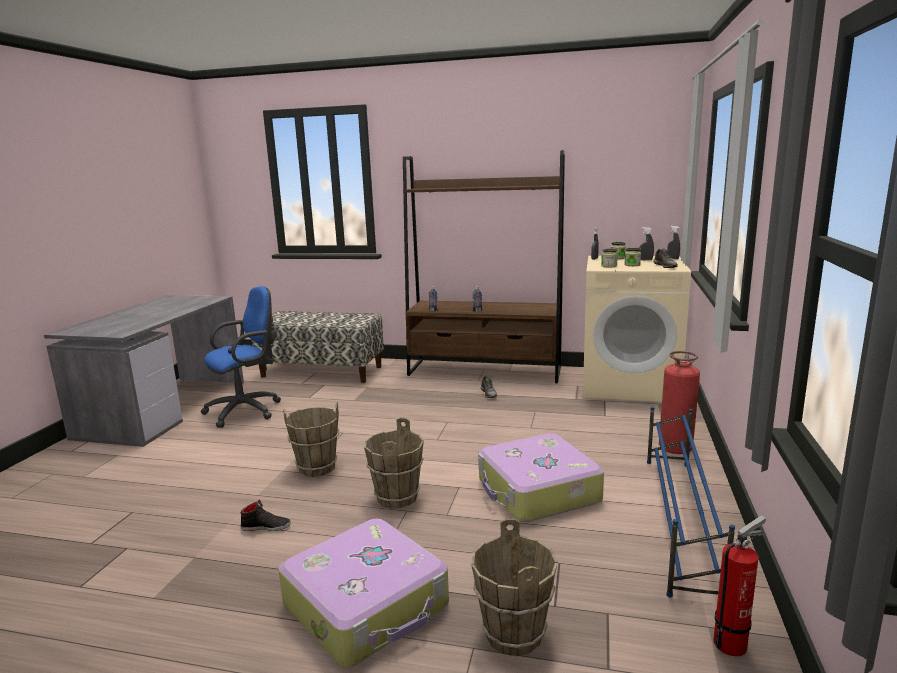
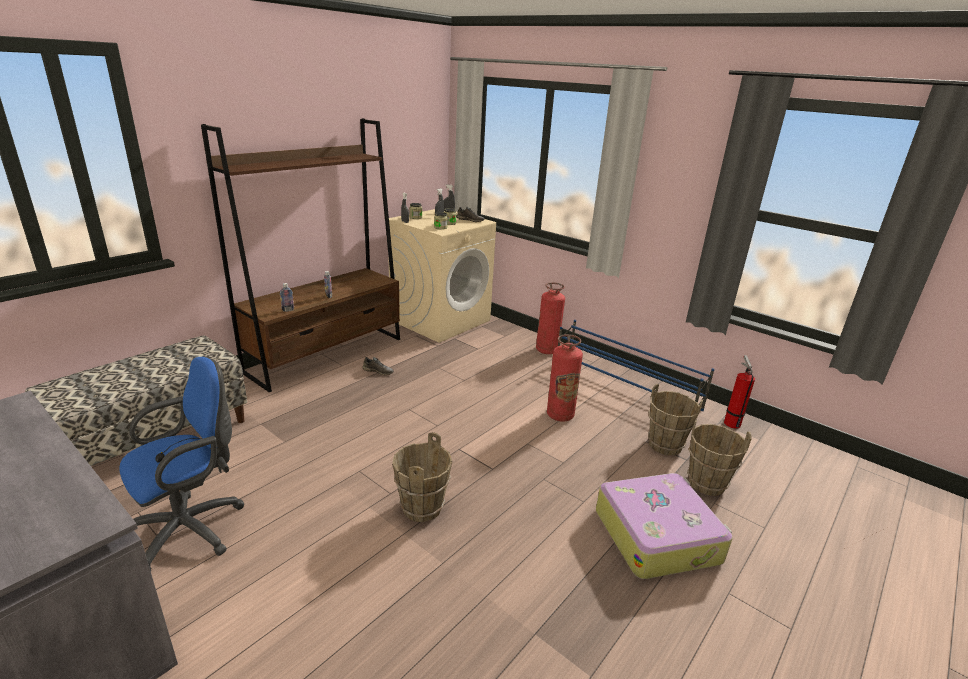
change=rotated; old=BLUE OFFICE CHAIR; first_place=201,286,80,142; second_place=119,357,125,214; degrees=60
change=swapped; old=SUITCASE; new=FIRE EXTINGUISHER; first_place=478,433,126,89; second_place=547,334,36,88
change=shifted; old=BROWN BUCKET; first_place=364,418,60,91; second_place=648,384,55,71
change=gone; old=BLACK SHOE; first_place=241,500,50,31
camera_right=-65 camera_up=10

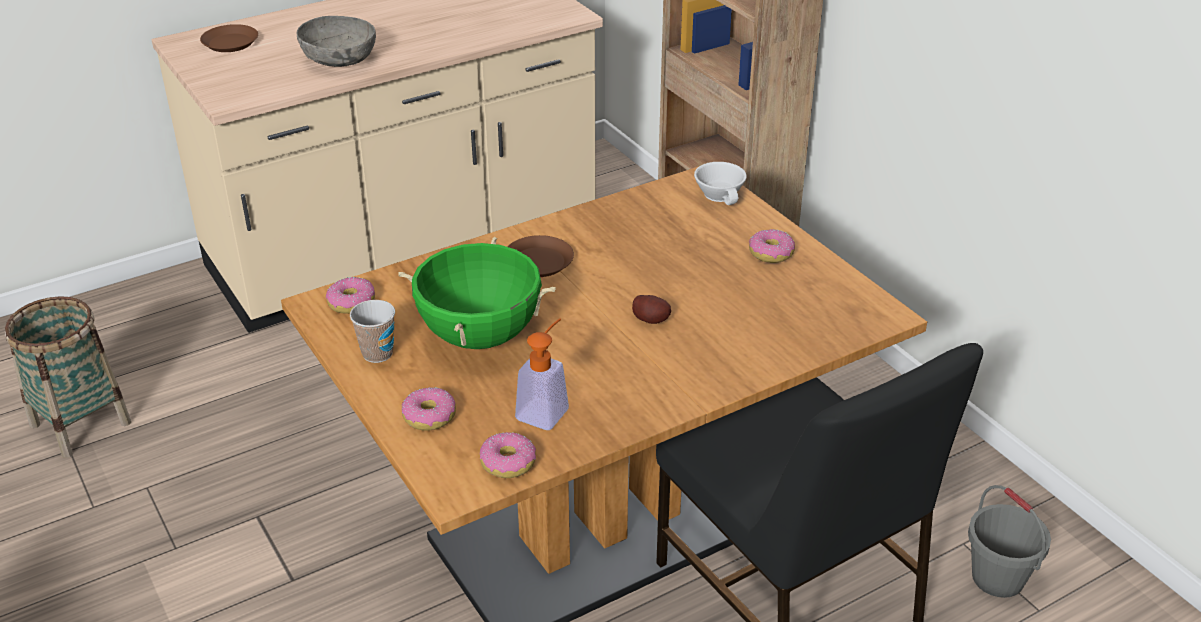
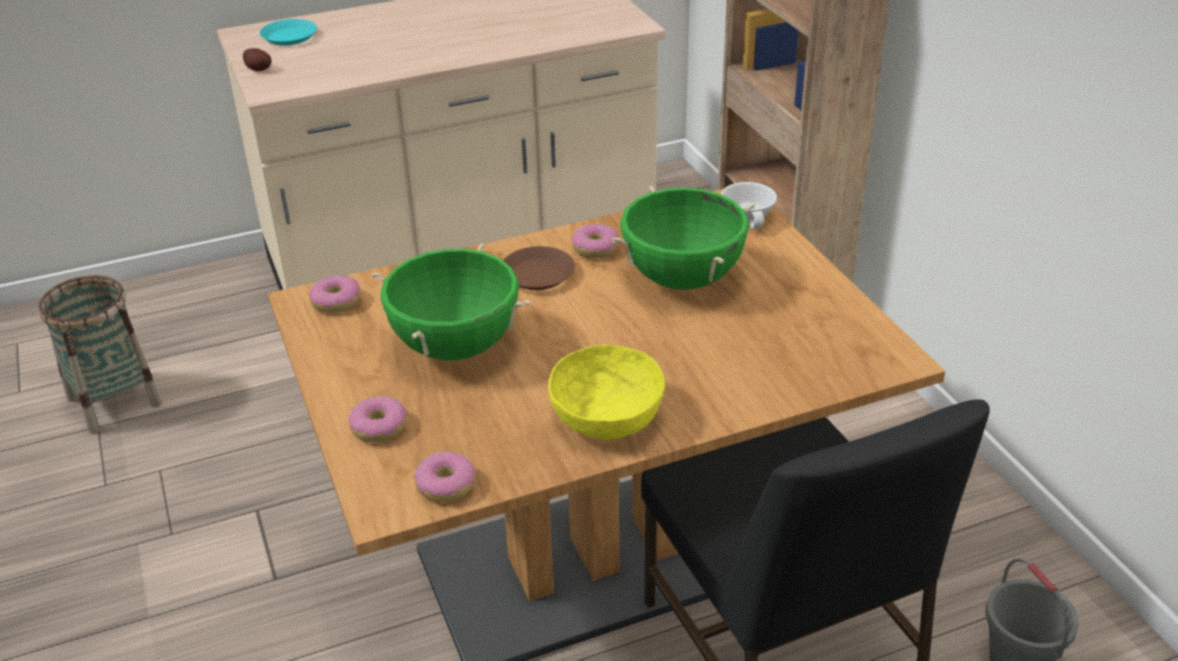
change=shifted; old=POTATO; first_place=632,295,39,29; second_place=243,48,28,23
change=repainted; old=BROWN PLATE; new=TURQUOISE PLATE; first_place=200,24,58,28; second_place=260,19,57,27
change=new; new=YELLOW BOWL; second_place=548,345,117,95
change=shifted; old=DONUT; first_place=749,229,46,34; second_place=572,224,47,34
change=new; new=GREEN COOKING POT; second_place=611,186,144,104
change=gone; old=GREY BOWL; first_place=297,16,79,51
change=gone; old=CUP; first_place=350,300,45,63
change=gone; old=SOAP DISPENSER; first_place=515,318,54,112
camera_right=10 camera_up=0

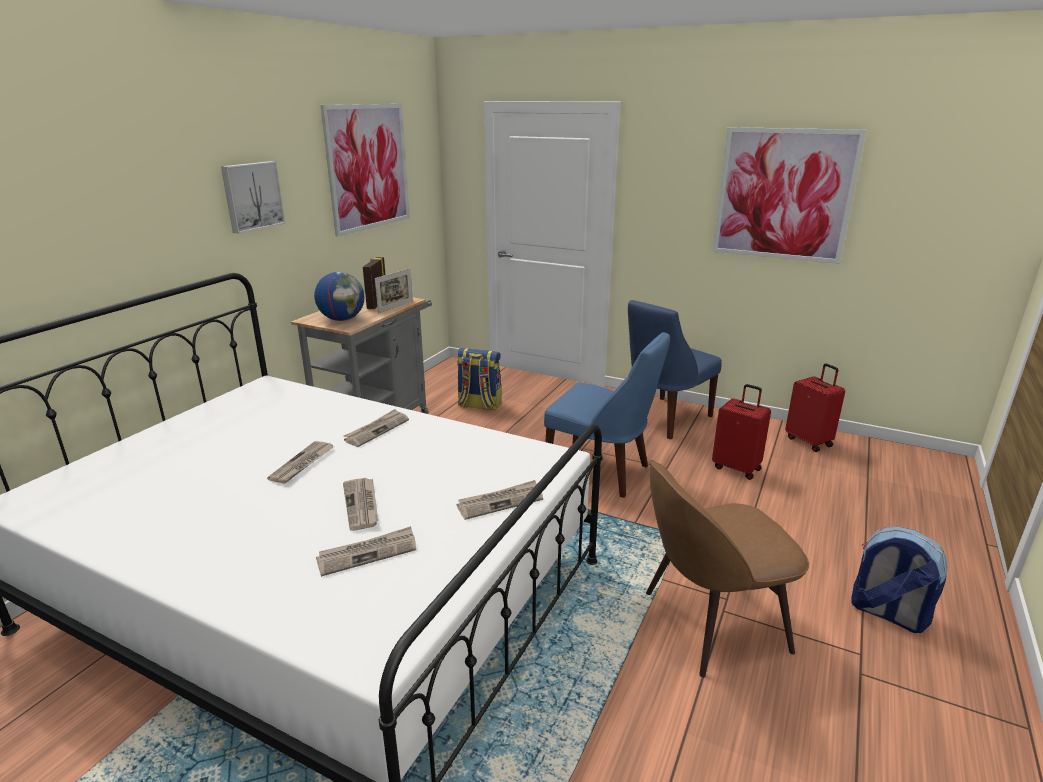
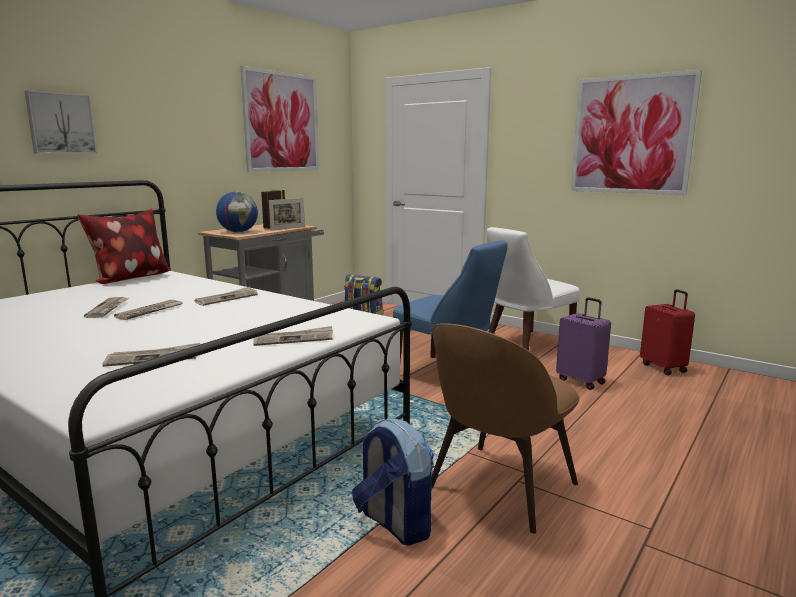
change=shifted; old=PICTURE; first_place=221,161,64,72; second_place=24,90,73,64
change=new; new=PILLOW; second_place=77,209,94,75
change=shifted; old=NEWSPAPER; first_place=343,478,35,53; second_place=84,297,45,21
change=shifted; old=BACKPACK; first_place=851,527,97,106; second_place=352,419,82,127
change=rotated; old=BROWN CHAIR; first_place=646,460,163,218; second_place=431,323,149,211; degrees=-45
change=repainted; old=BLUE CHAIR; new=WHITE CHAIR; first_place=628,300,94,139; second_place=487,227,93,124
change=repainted; old=RED SUITCASE; new=PURPLE SUITCASE; first_place=712,384,59,96; second_place=556,297,55,93
camera_right=10 camera_up=-10

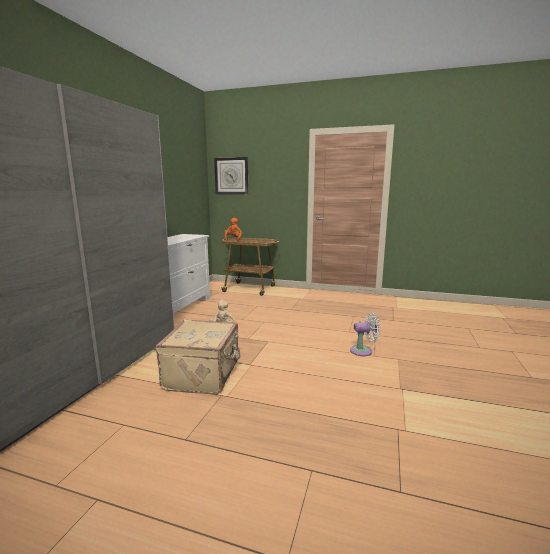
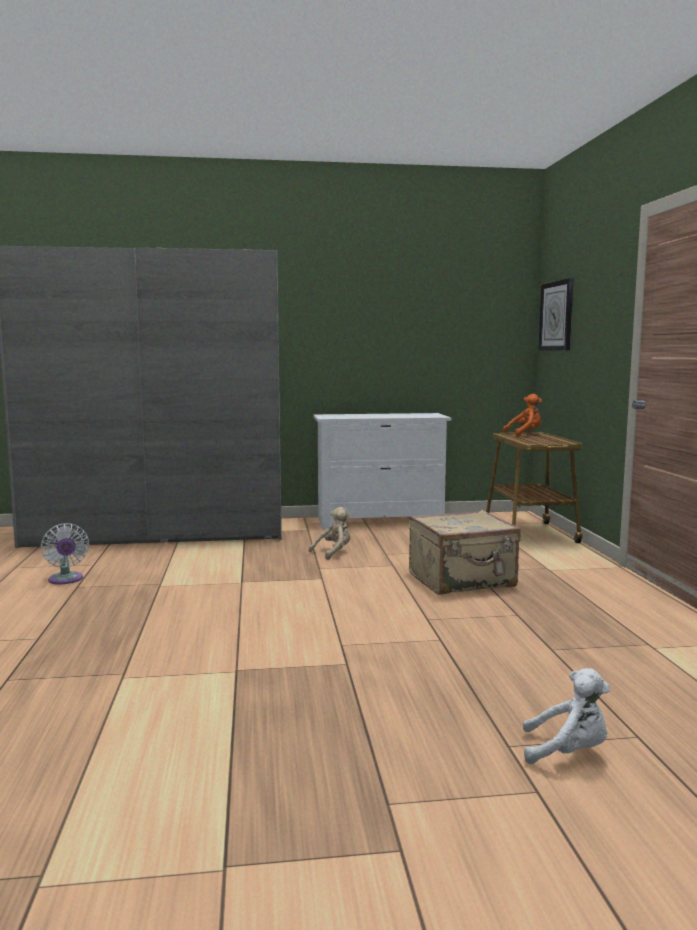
change=shifted; old=WHITE FAN; first_place=350,313,31,43; second_place=41,523,48,61
change=shifted; old=BEIGE SUITCASE; first_place=155,319,85,76; second_place=409,510,112,85
change=new; new=WHITE PLUSH TOY; second_place=523,668,87,96
camera_right=65 camera_up=-5

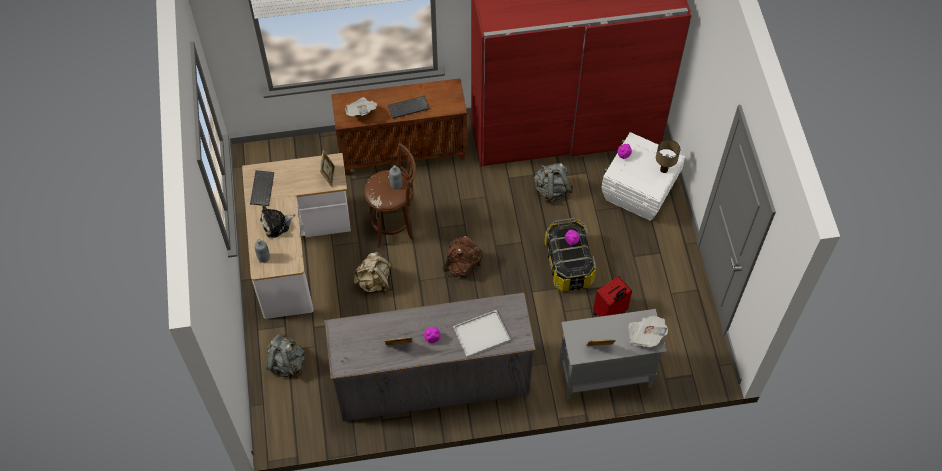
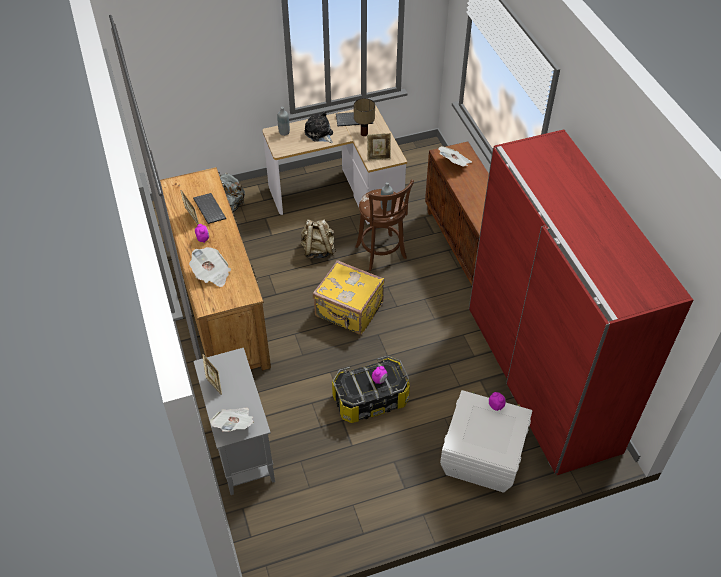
change=repainted; old=GREY DRESSER; new=BROWN DRESSER; first_place=325,293,211,128; second_place=160,167,111,204
change=swapped; old=WHITE TRAY; new=NEWSPAPER; first_place=453,310,58,48; second_place=189,247,42,40
change=shifted; old=KEYBOARD; first_place=388,96,41,23; second_place=193,193,33,31
change=swapped; old=BROWN BACKPACK; new=YELLOW SUITCASE; first_place=443,236,40,41; second_place=313,260,71,75
change=shifted; old=TABLE LAMP; first_place=656,139,24,34; second_place=354,98,21,38
change=gone; old=GREY BACKPACK; first_place=534,163,39,40
change=gone; old=RED SUITCASE; first_place=593,276,39,41
camera_right=80 camera_up=-10

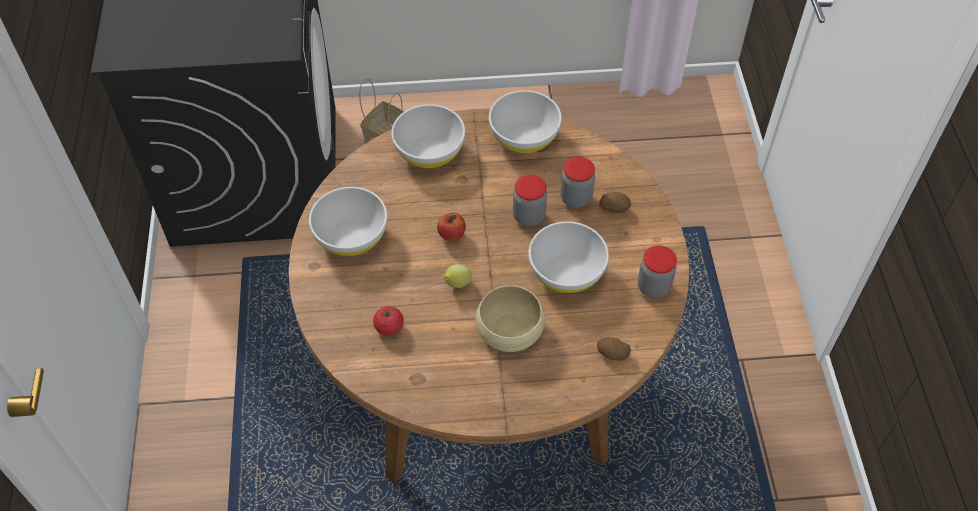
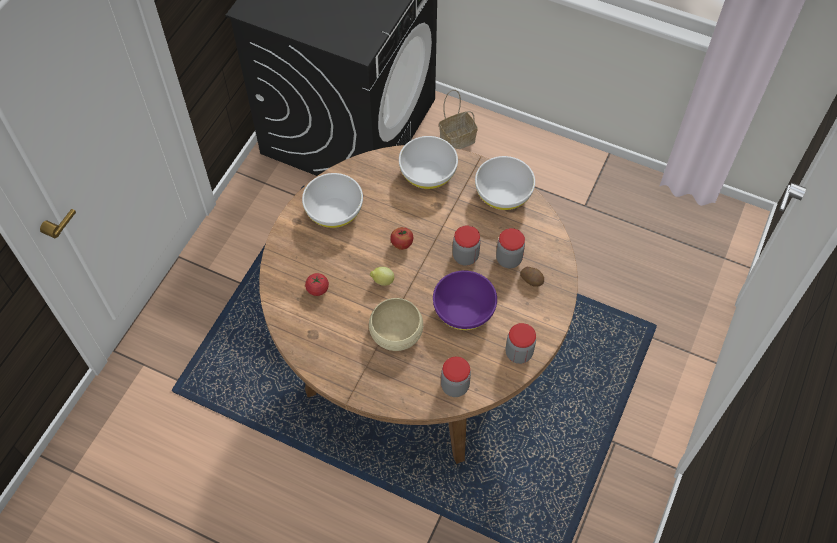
change=repainted; old=WHITE BOWL; new=PURPLE BOWL; first_place=528,221,81,72; second_place=433,270,64,60
change=swapped; old=POTATO; new=JAR; first_place=597,337,34,24; second_place=441,357,30,40
camera_right=30 camera_up=5

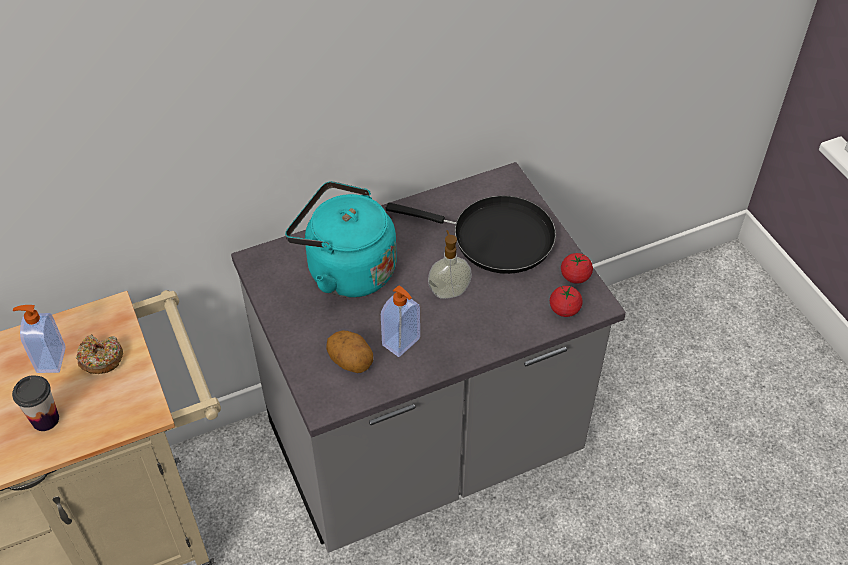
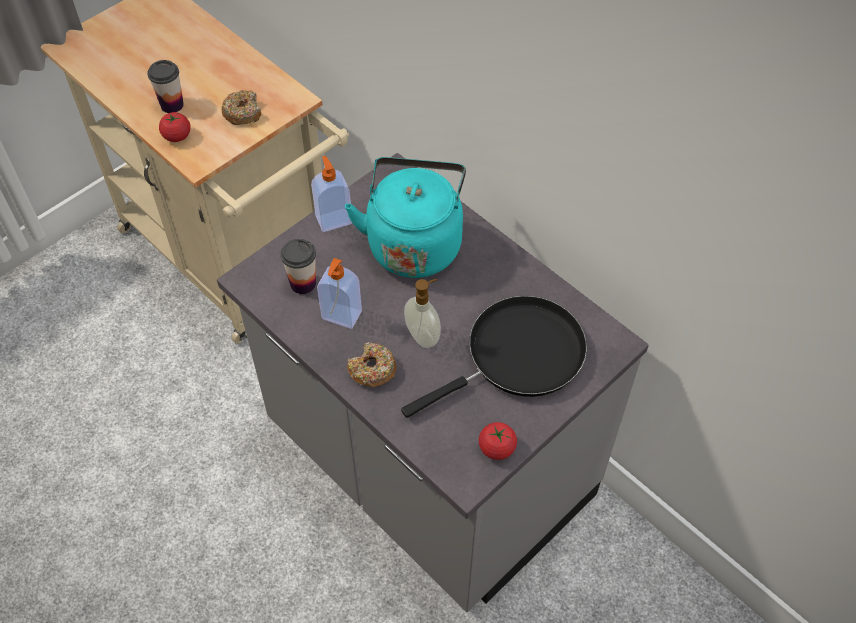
change=shifted; old=TOMATO; first_place=550,286,33,31; second_place=159,112,32,30
change=swapped; old=POTATO; new=CUP; first_place=326,330,47,43; second_place=280,239,36,55
change=shifted; old=SOAP DISPENSER; first_place=13,305,53,68; second_place=311,156,41,76
change=new; new=DONUT; second_place=347,342,50,45
change=rotated; old=BLACK FRYING PAN; first_place=385,196,171,78; second_place=401,296,186,122; degrees=-120
camera_right=70 camera_up=5

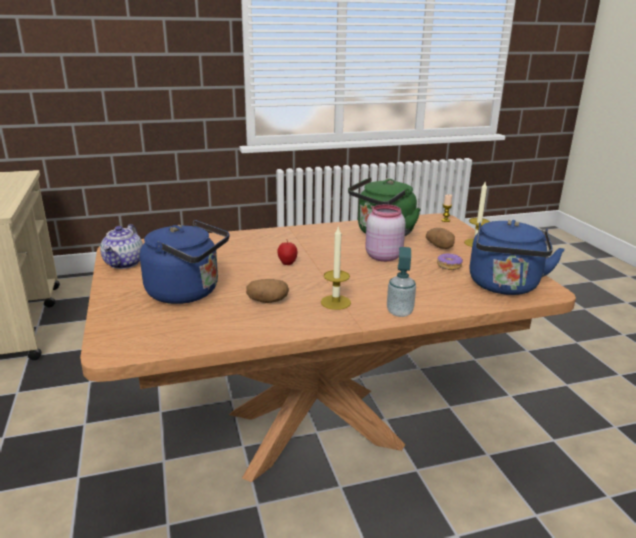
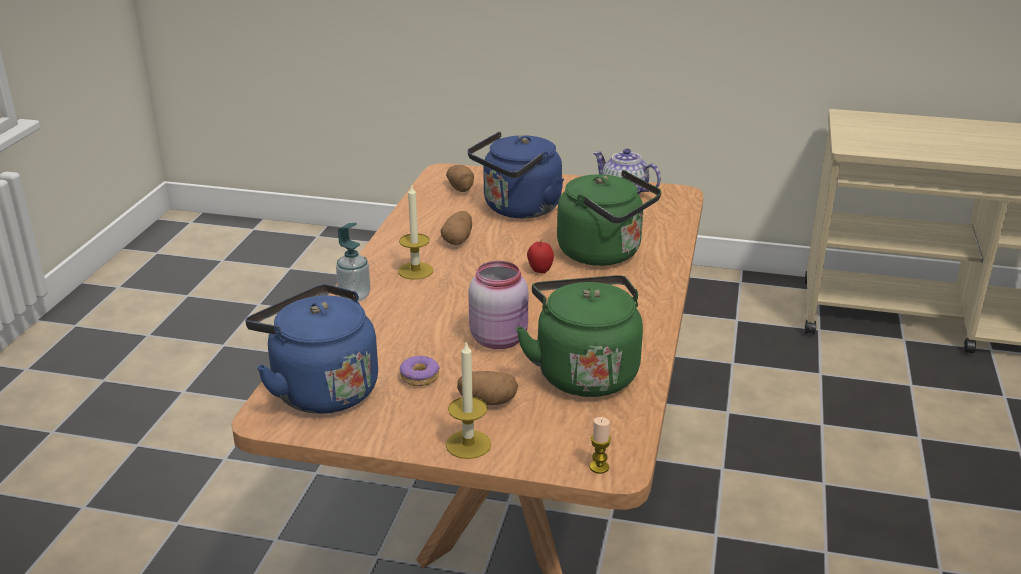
change=new; new=POTATO; second_place=446,165,28,27
change=new; new=GREEN KETTLE; second_place=557,170,104,96
camera_right=120 camera_up=5

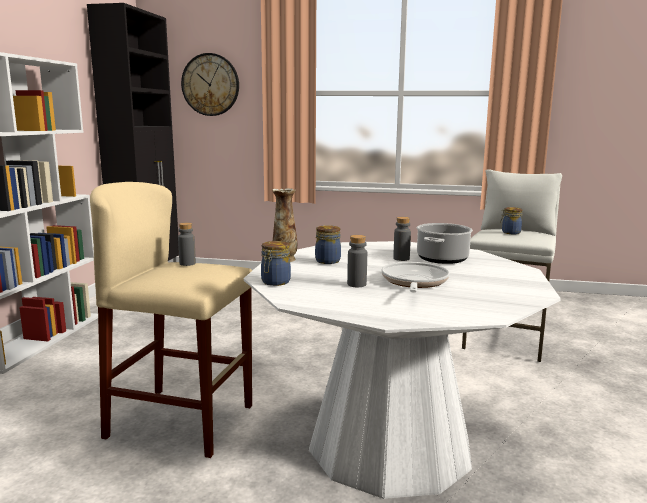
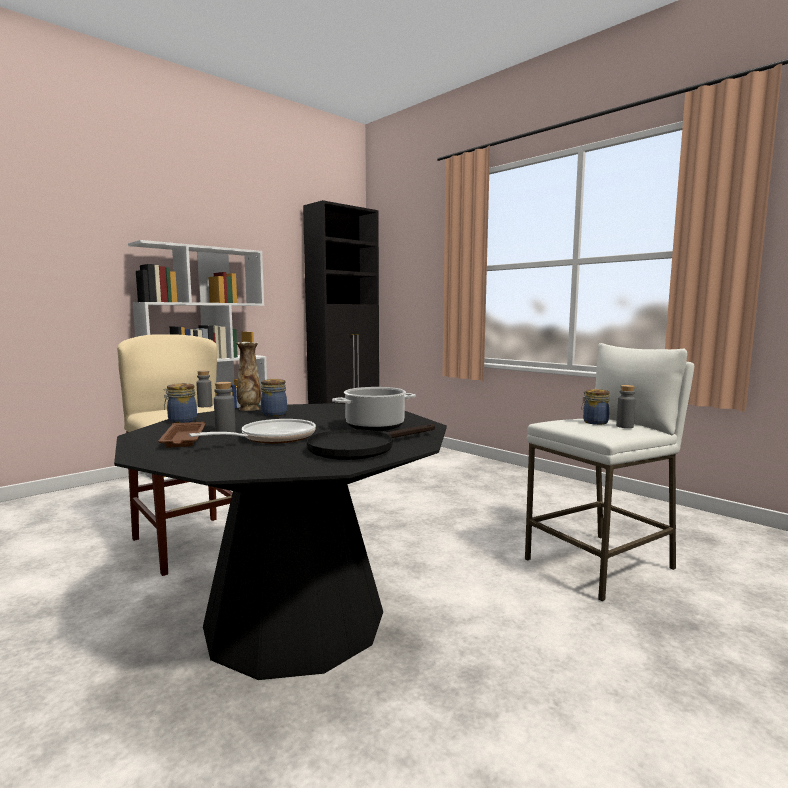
change=repainted; old=WHITE DINING TABLE; new=BLACK DINING TABLE; first_place=244,241,317,258; second_place=114,403,333,277
change=new; new=BROWN TRAY; second_place=158,422,48,26
change=new; new=BLACK FRYING PAN; second_place=307,424,128,36
change=shifted; old=GREY BOTTLE; first_place=393,217,18,44; second_place=616,385,20,43
change=gone; old=WALL CLOCK; first_place=181,53,58,63
camera_right=35 camera_up=-5

